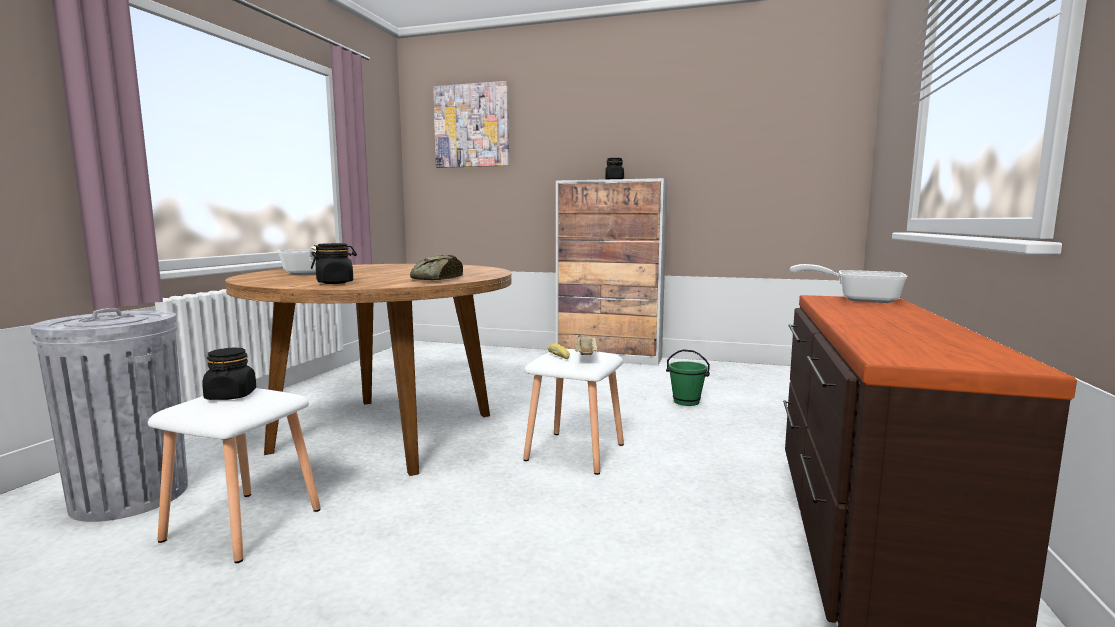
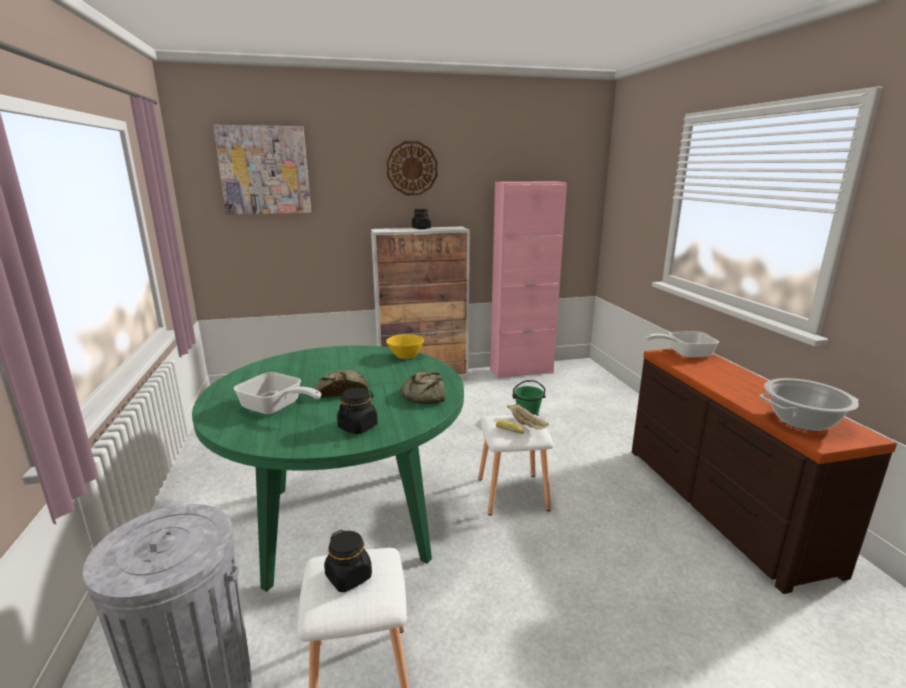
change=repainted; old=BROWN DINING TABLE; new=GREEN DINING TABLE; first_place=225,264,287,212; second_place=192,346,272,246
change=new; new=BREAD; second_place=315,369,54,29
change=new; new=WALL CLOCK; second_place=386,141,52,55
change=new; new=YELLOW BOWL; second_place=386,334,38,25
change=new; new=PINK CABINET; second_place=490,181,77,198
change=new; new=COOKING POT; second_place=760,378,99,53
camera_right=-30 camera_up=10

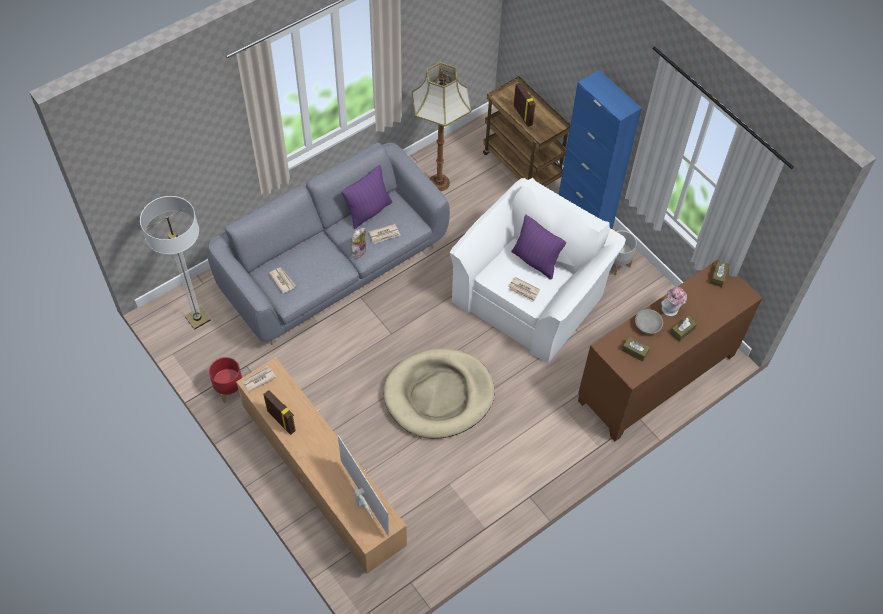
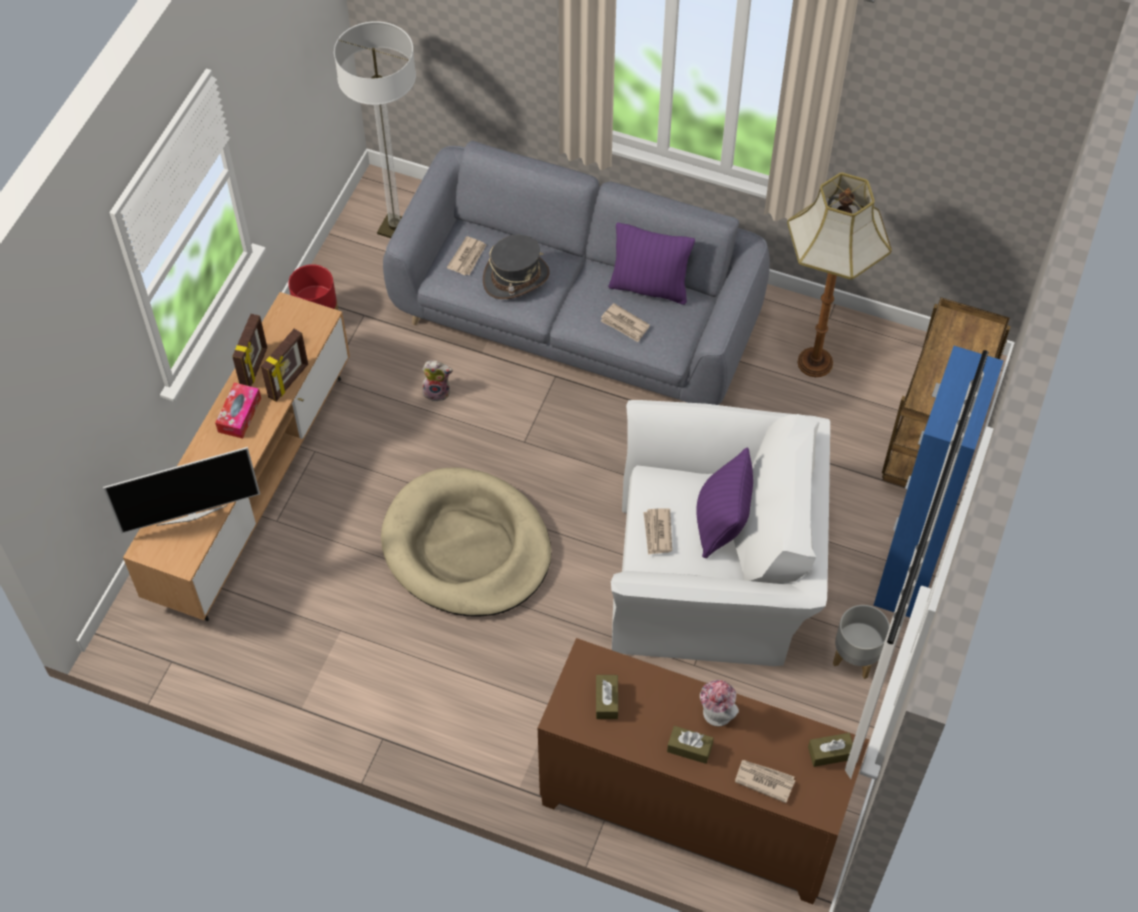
change=rotated; old=TELEVISION; first_place=338,435,51,101; second_place=103,447,157,86; degrees=45
change=new; new=TISSUE BOX; second_place=215,383,46,56
change=shifted; old=PICTURE FRAME; first_place=513,82,23,45; second_place=261,329,47,72
change=shifted; old=PLUSH TOY; first_place=351,228,16,31; second_place=422,360,31,42
change=new; new=GREY HAT; second_place=483,235,67,64
change=shifted; old=NEWSPAPER; first_place=242,366,34,26; second_place=735,760,60,43
change=gone; old=GREY BOWL; first_place=635,309,28,25
camera_right=60 camera_up=0

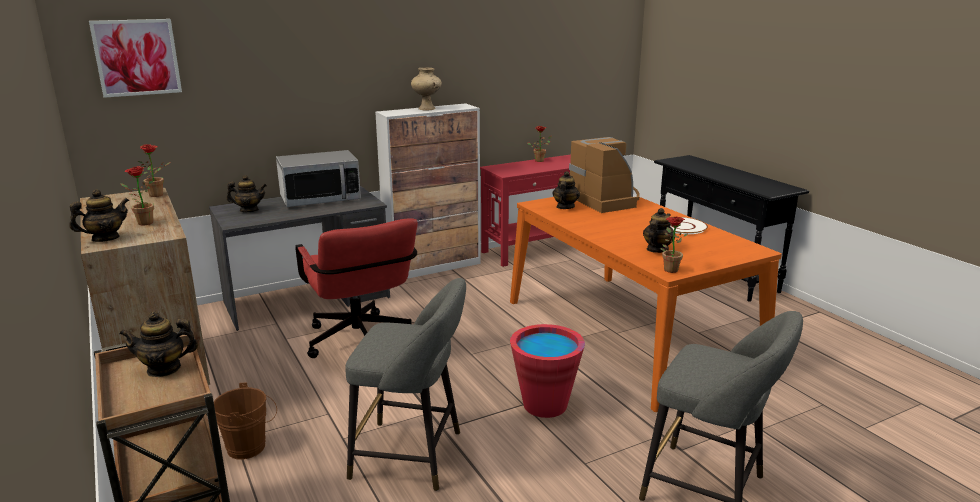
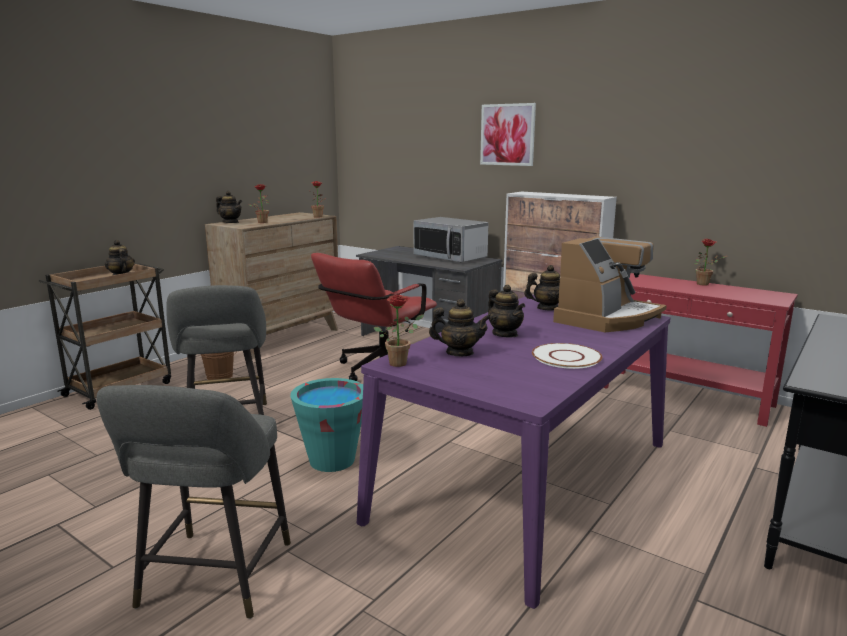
change=repainted; old=RED BUCKET; new=TURQUOISE BUCKET; first_place=510,324,75,94; second_place=290,378,73,94
change=repainted; old=ORANGE DINING TABLE; new=PURPLE DINING TABLE; first_place=510,197,272,215; second_place=357,295,314,314
change=shifted; old=PICTURE; first_place=89,19,93,79; second_place=480,103,56,63
change=shifted; old=TEAPOT; first_place=227,175,40,37; second_place=488,285,37,53
change=gone; old=BEIGE VASE; first_place=411,68,31,42
camera_right=65 camera_up=-5

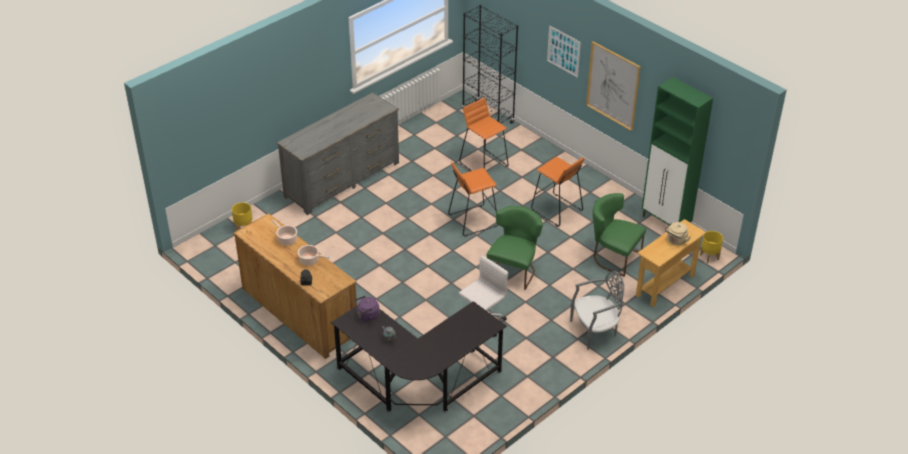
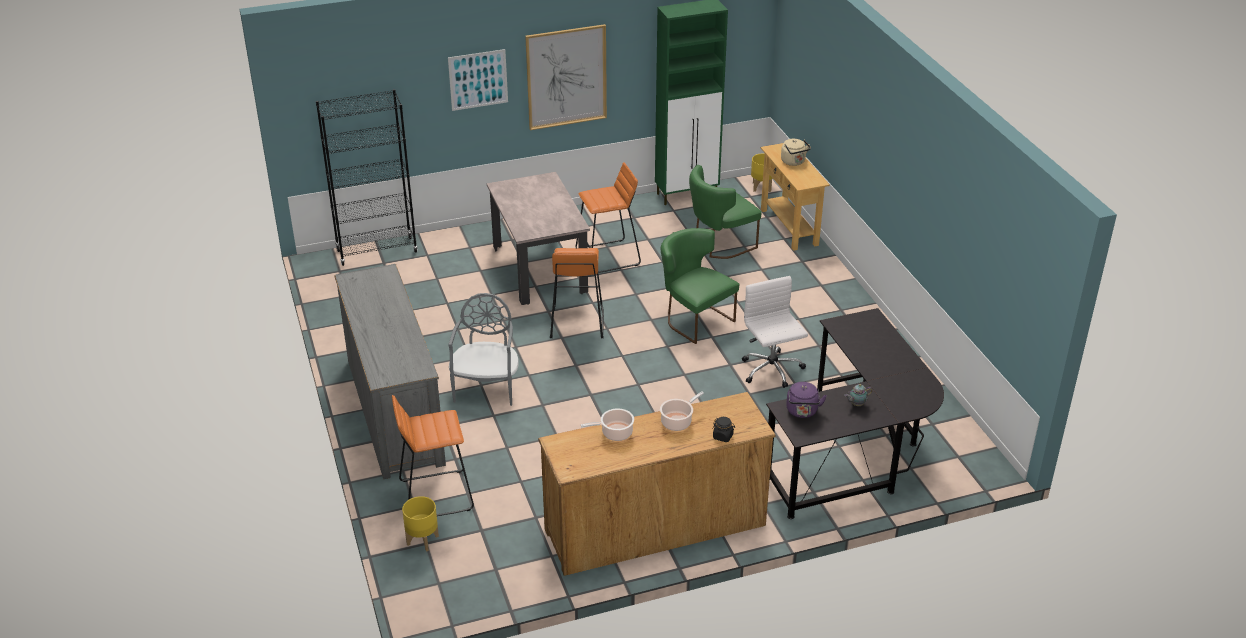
change=shifted; old=ORANGE STOOL; first_place=459,98,50,73; second_place=392,395,82,121
change=shifted; old=GREY CHAIR; first_place=570,271,54,79; second_place=448,293,71,113
change=new; new=BEIGE DINING TABLE; second_place=487,172,103,133
camera_right=-65 camera_up=-5

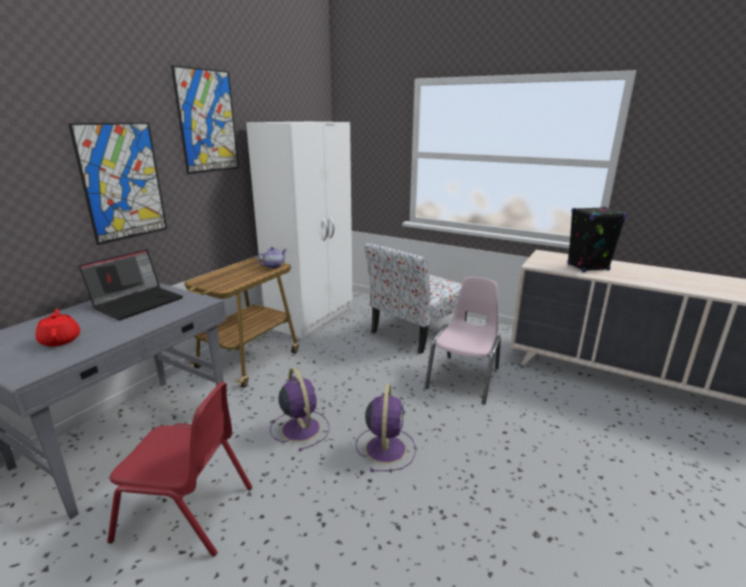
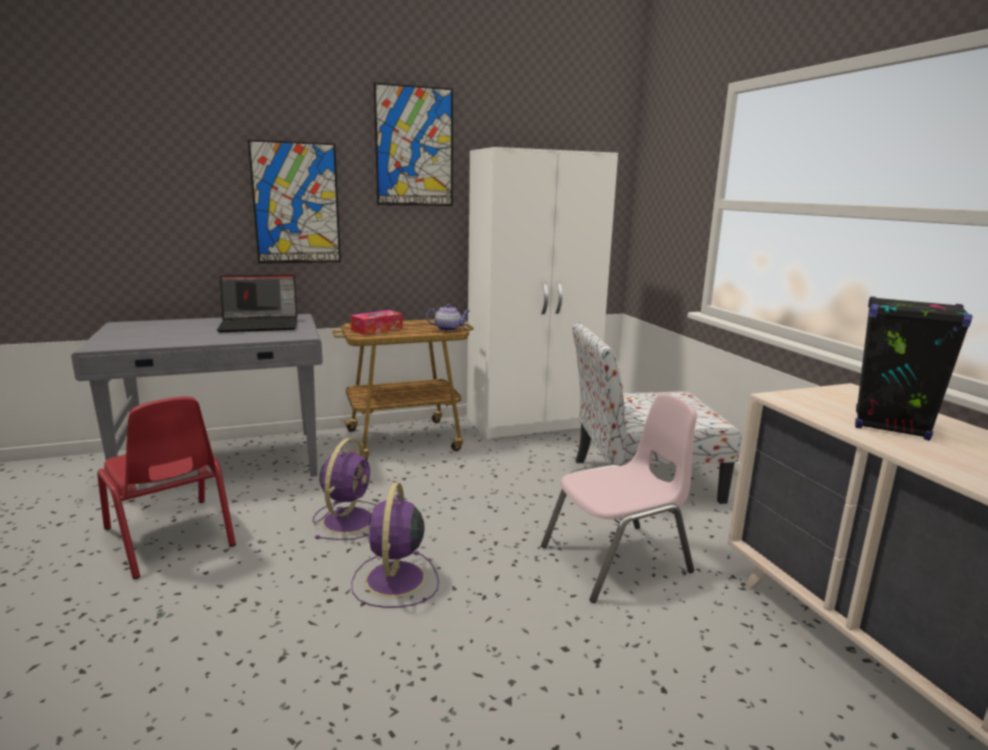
change=new; new=TISSUE BOX; second_place=350,310,53,25
change=rotated; old=PURPLE FAN; first_place=356,384,60,88; second_place=351,483,88,125; degrees=135
change=gone; old=RED TEAPOT; first_place=35,309,45,38
camera_right=40 camera_up=-5

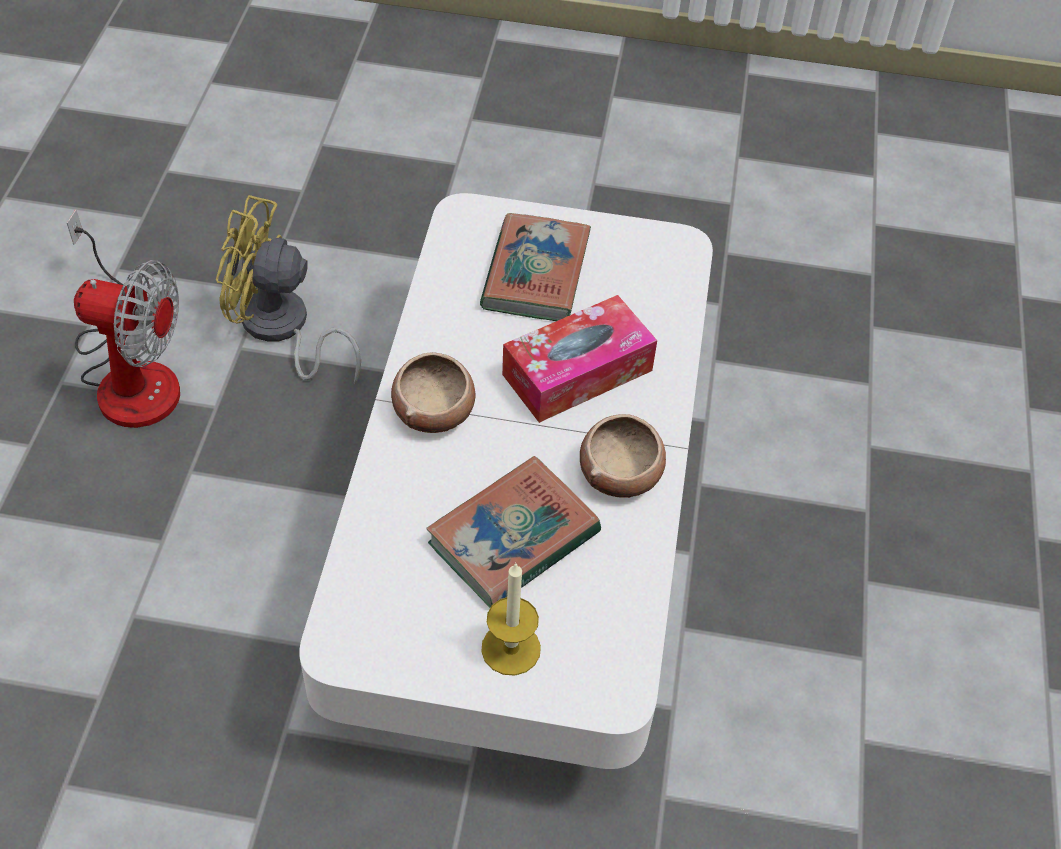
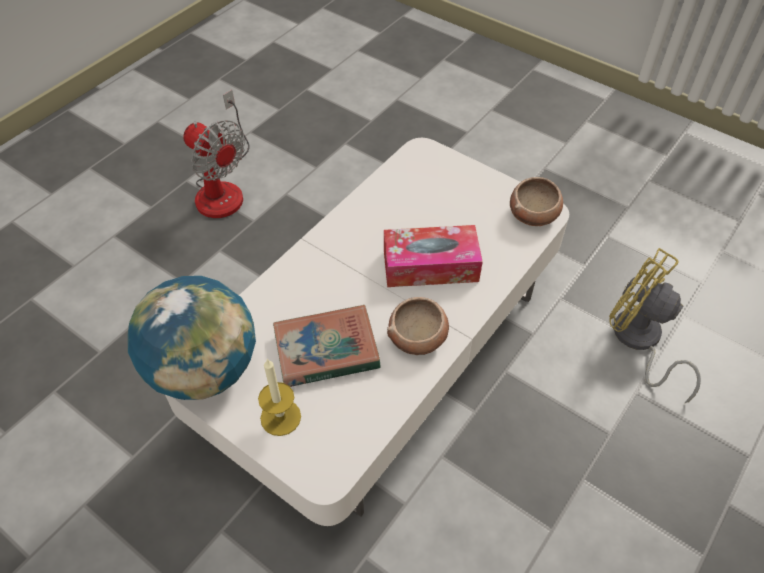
change=new; new=GLOBE; second_place=128,276,128,124
change=shifted; old=BOWL; first_place=391,352,84,81; second_place=510,177,53,49
change=shifted; old=YELLOW FAN; first_place=216,195,145,190; second_place=609,248,92,155
change=gone; old=BOOK; first_place=480,213,111,108
camera_right=30 camera_up=0

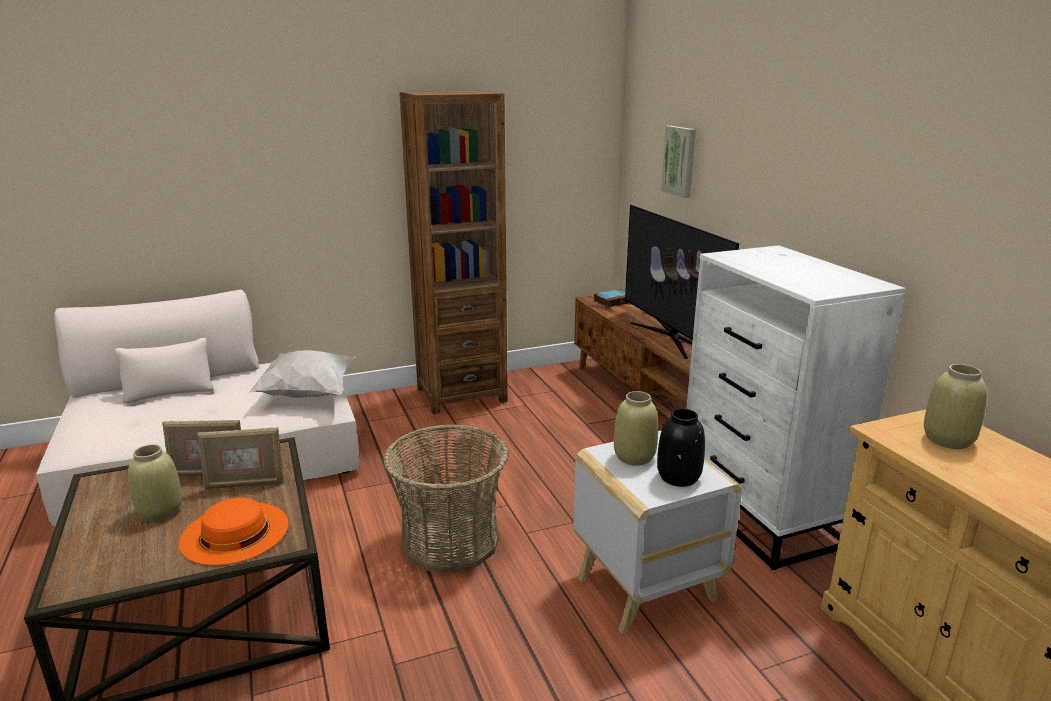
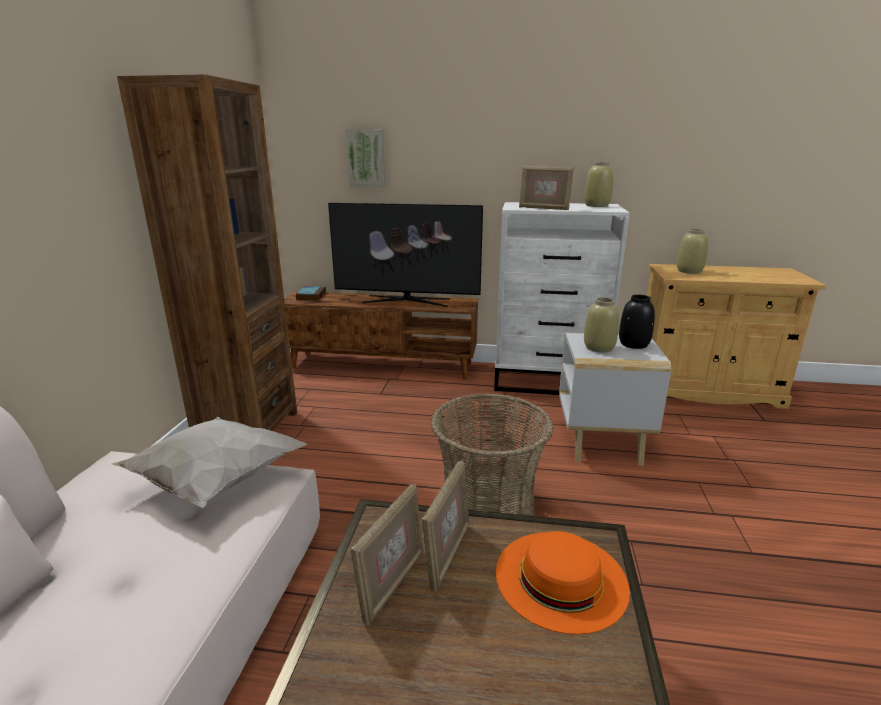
change=new; new=PICTURE FRAME; second_place=519,166,55,44
change=shifted; old=BEIGE VASE; first_place=128,444,54,77; second_place=584,162,29,45
camera_right=-60 camera_up=0

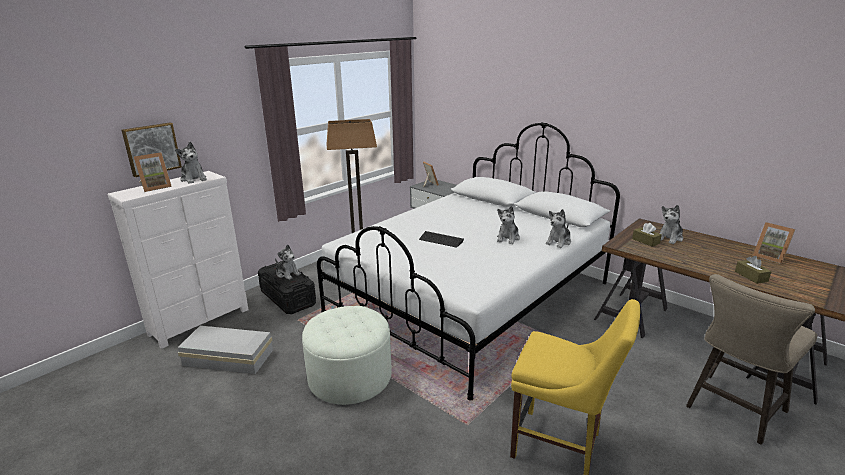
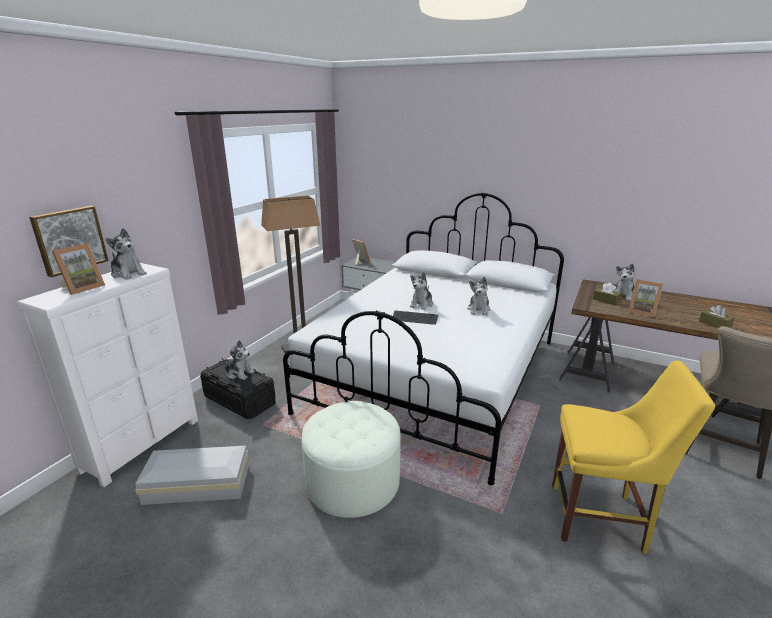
change=shifted; old=PLUSH TOY; first_place=546,209,25,39; second_place=410,272,23,38
change=shifted; old=PICTURE FRAME; first_place=753,222,42,42; second_place=628,279,35,38
camera_right=-15 camera_up=0

